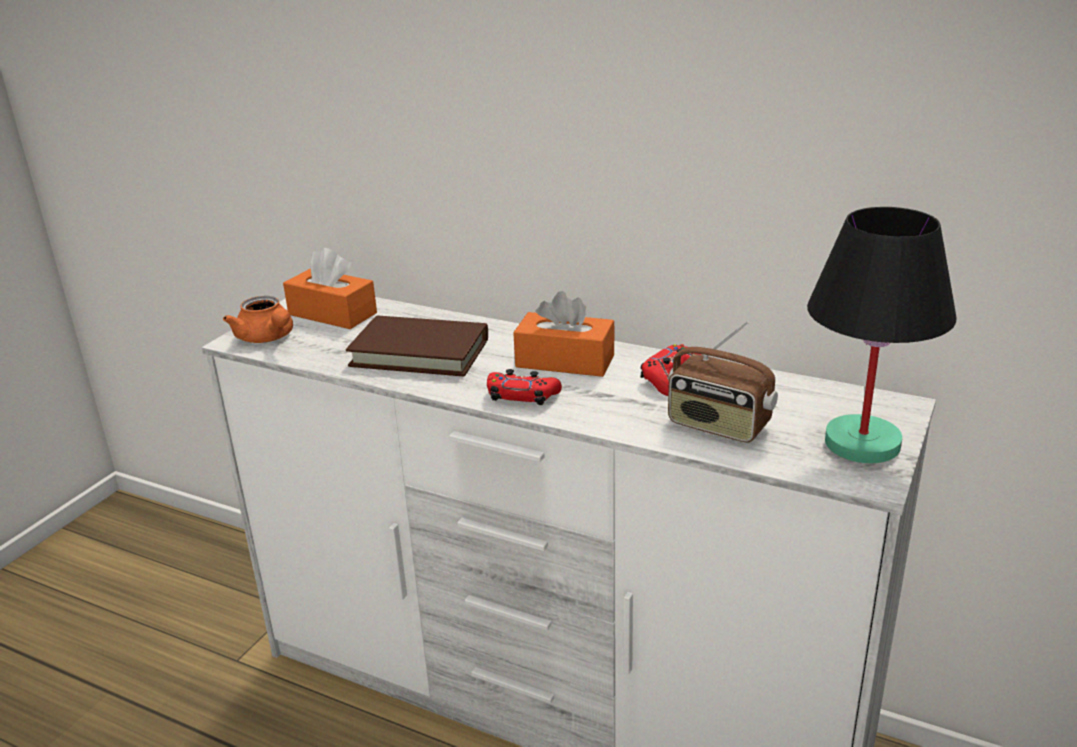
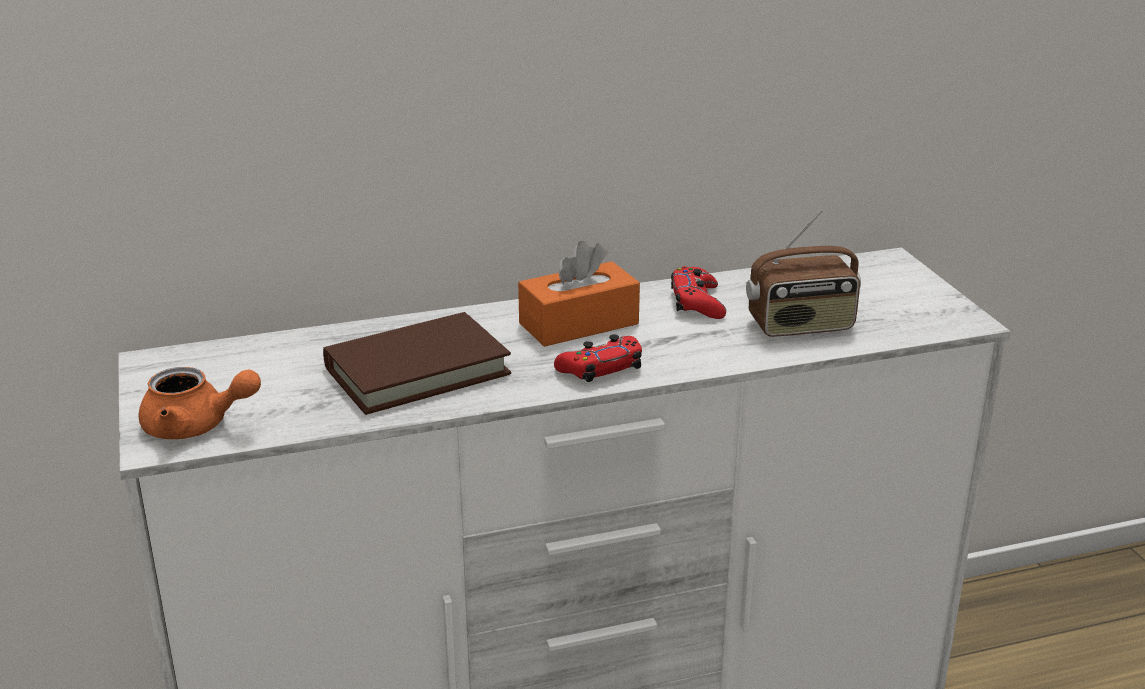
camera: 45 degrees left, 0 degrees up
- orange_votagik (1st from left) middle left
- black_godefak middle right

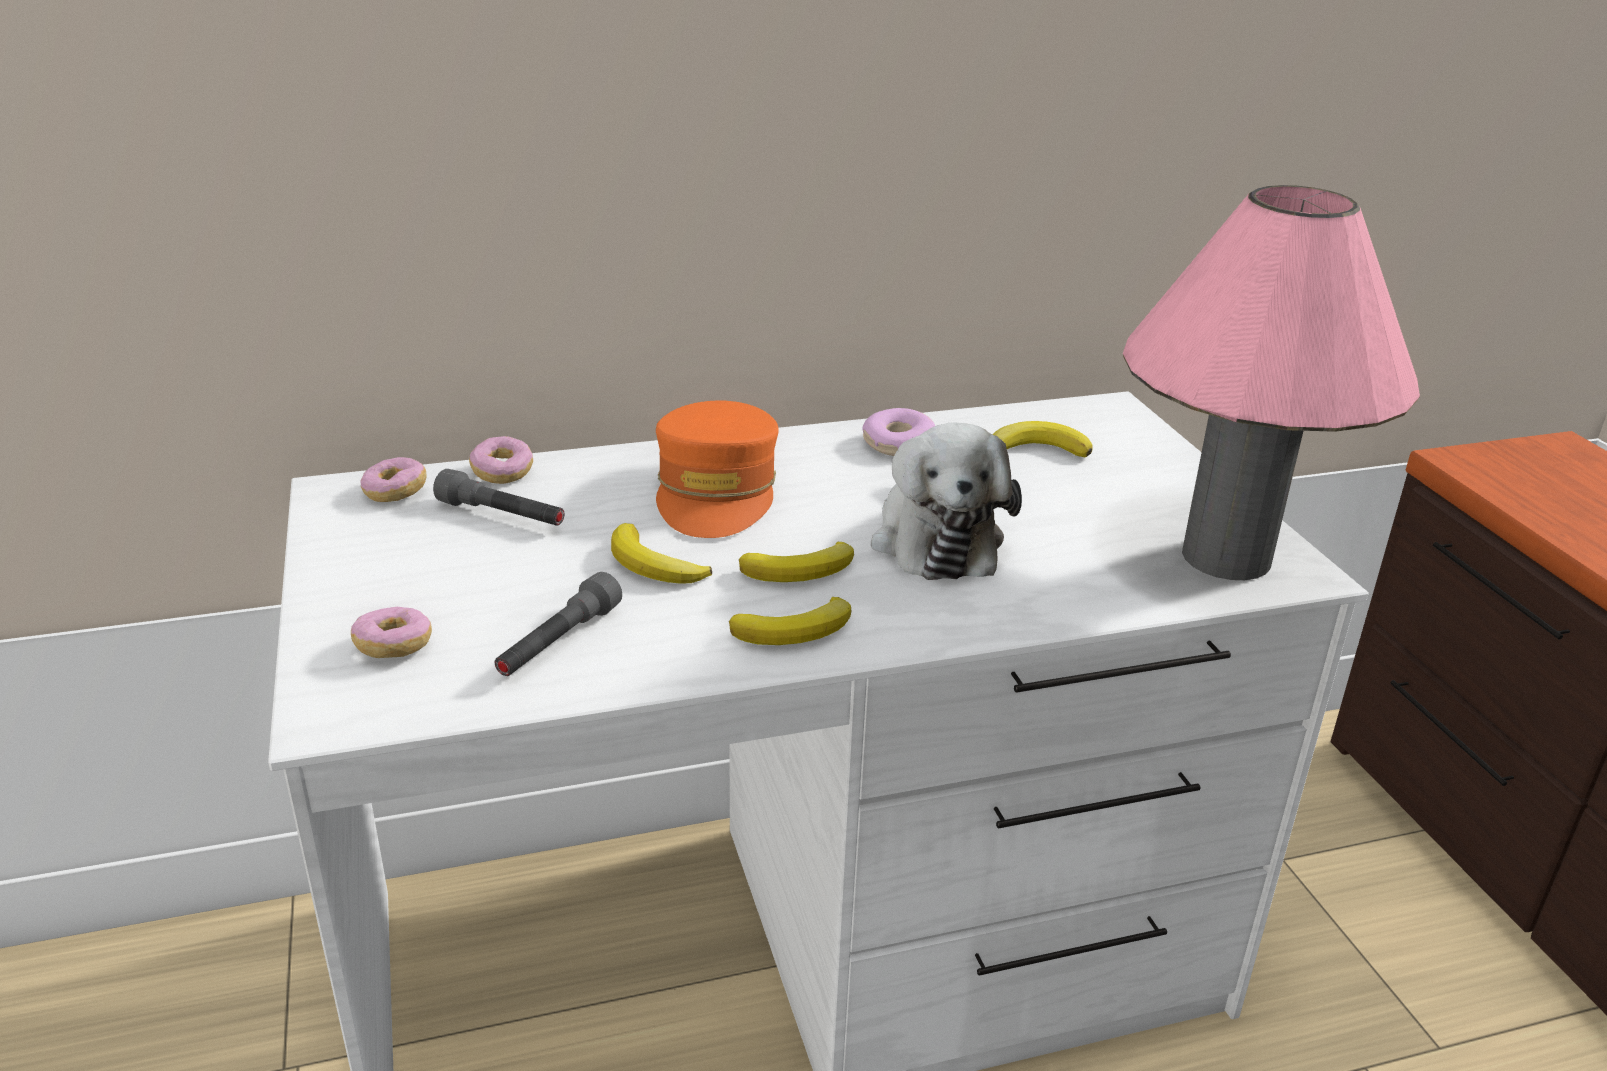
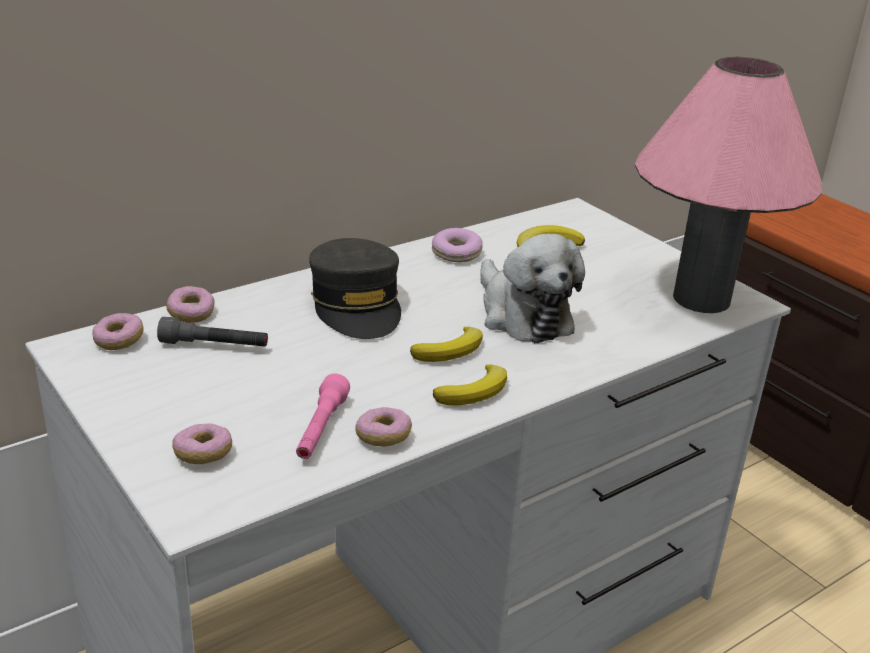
camera: 20 degrees left, 0 degrees up
~ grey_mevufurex (2nd from left) centre to pink_mevufurex centre
~ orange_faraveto centre to grey_faraveto centre
+ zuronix (4th from left) centre
- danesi (1st from left) centre

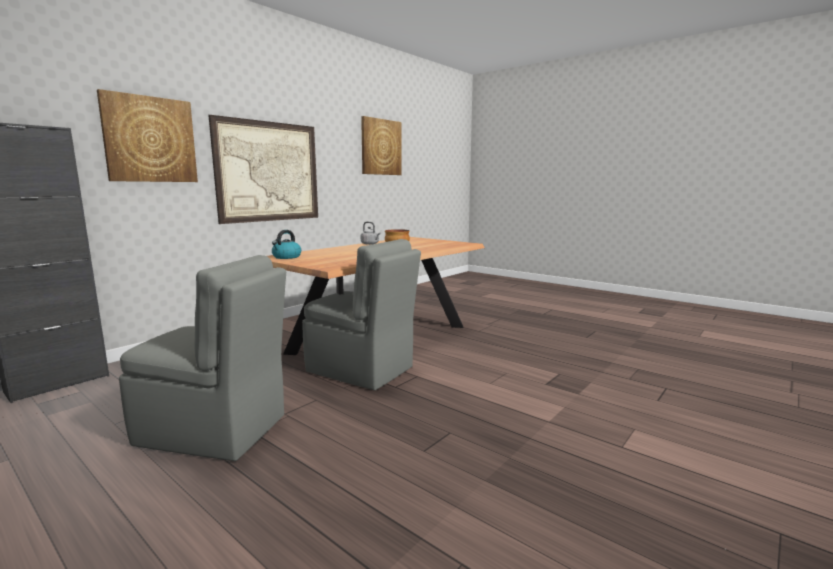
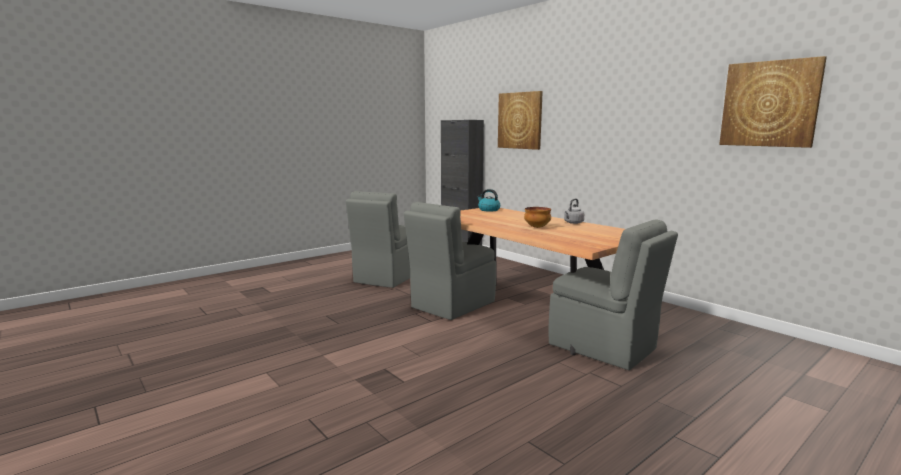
camera: 100 degrees right, 0 degrees up
+ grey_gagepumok (3rd from left) middle right
- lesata (2nd from left) top left

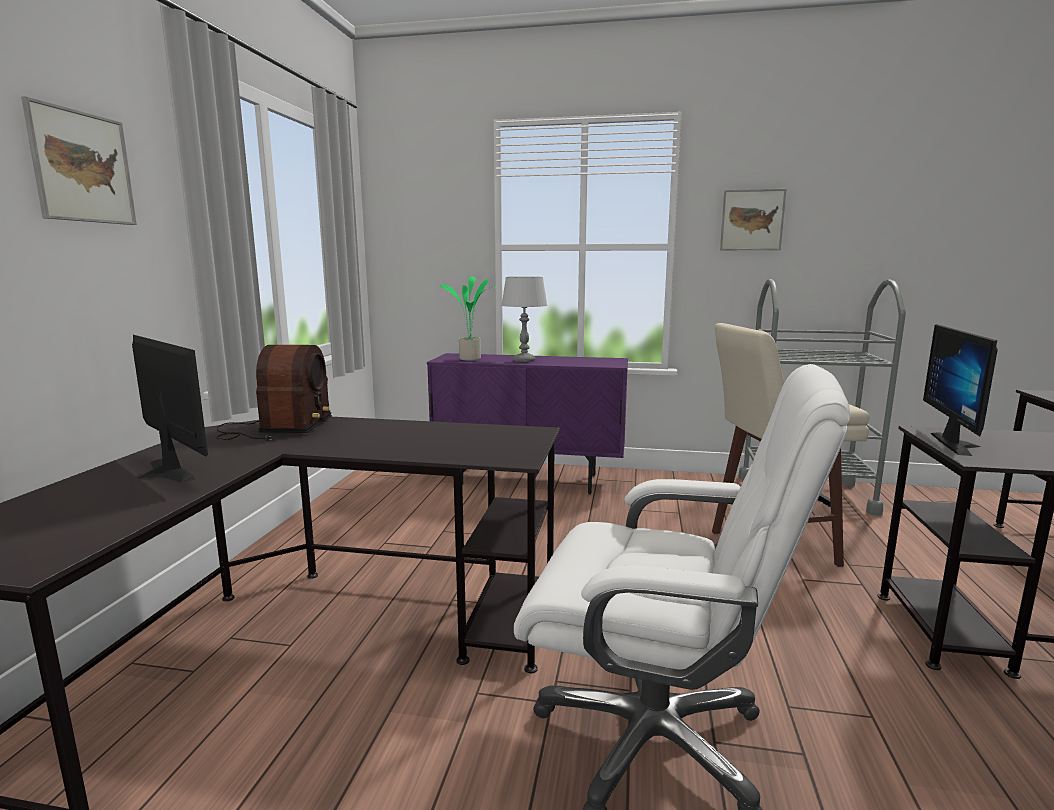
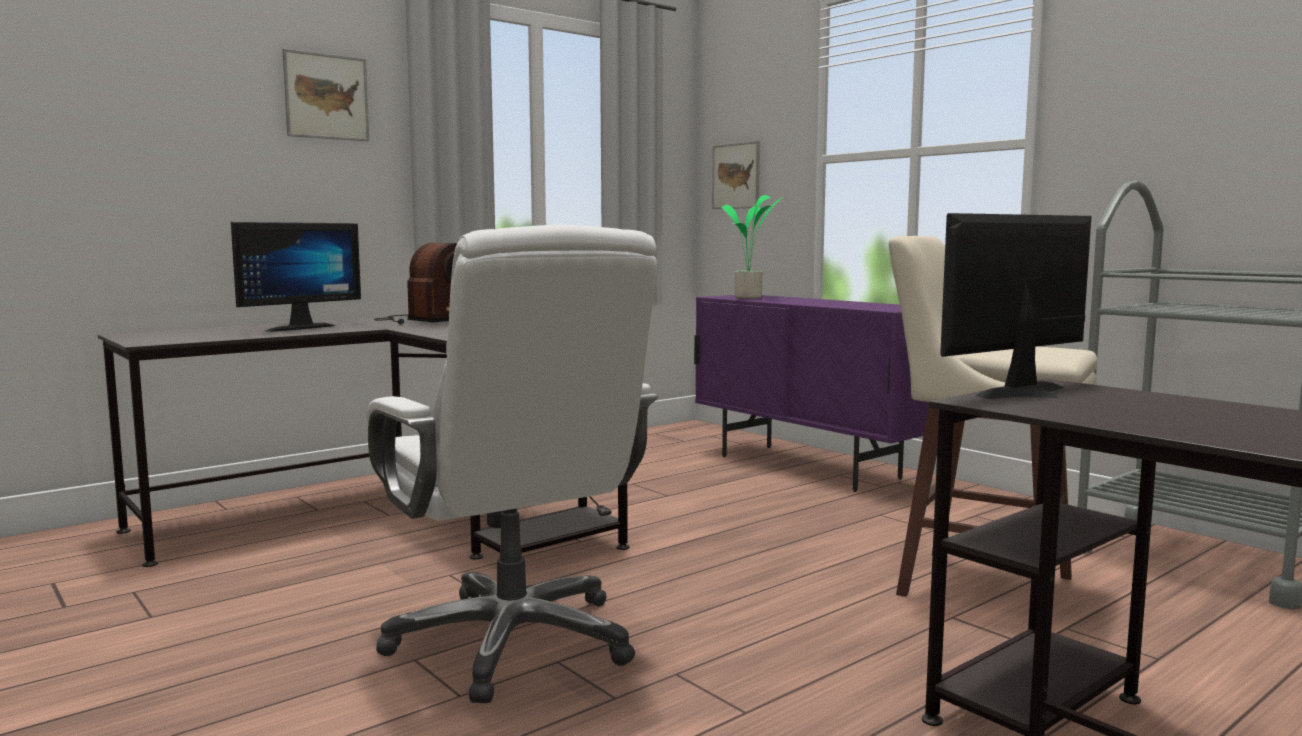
camera: 40 degrees right, 5 degrees down
~ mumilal (1st from left) middle left = middle left 45 degrees clockwise
~ lesata (2nd from left) top right to top centre
- grey_godefak centre

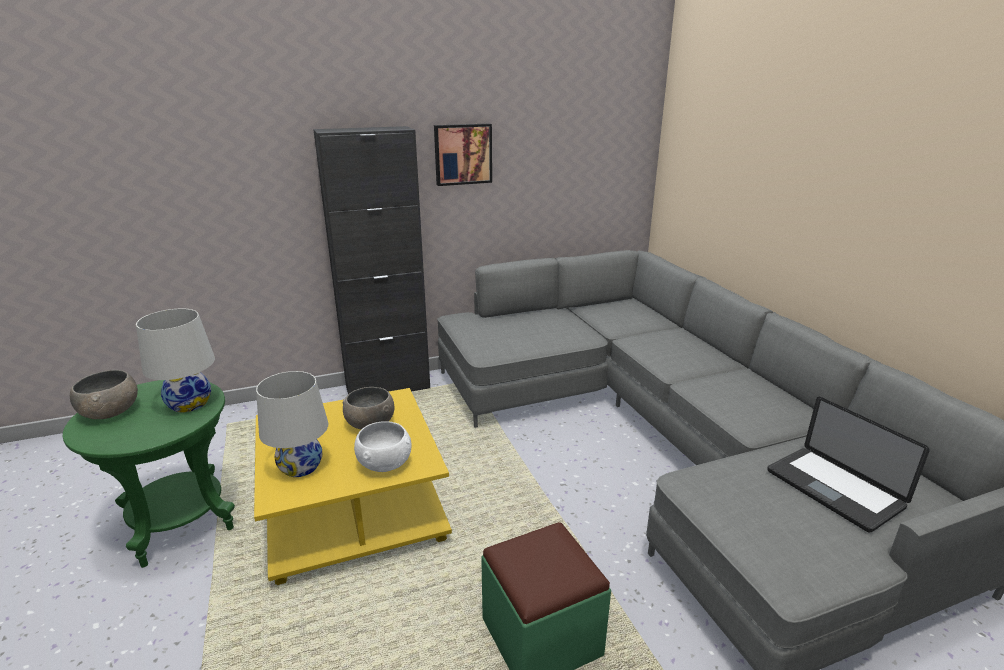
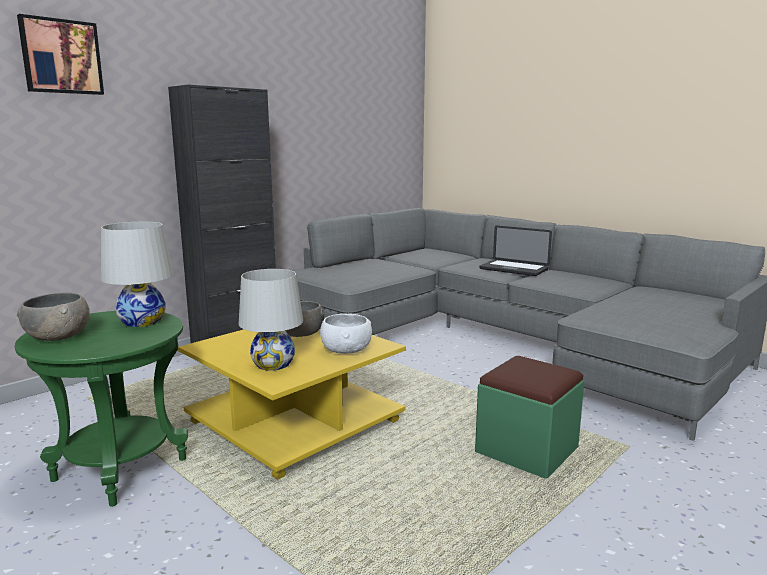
camera: 25 degrees left, 10 degrees down
~ lesata top centre to top left
~ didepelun bottom right to middle right

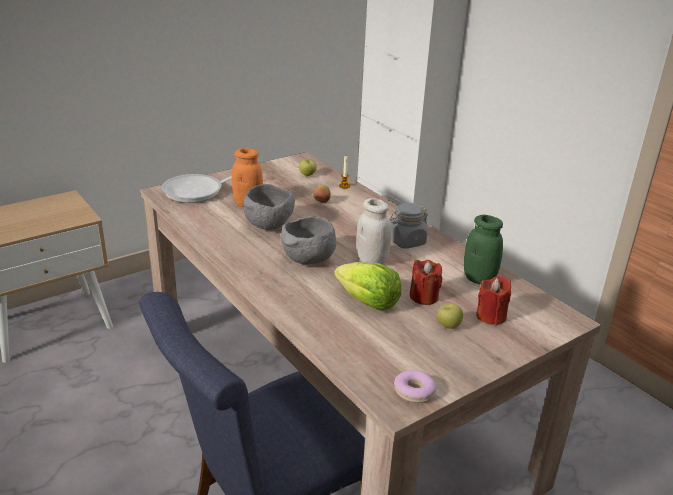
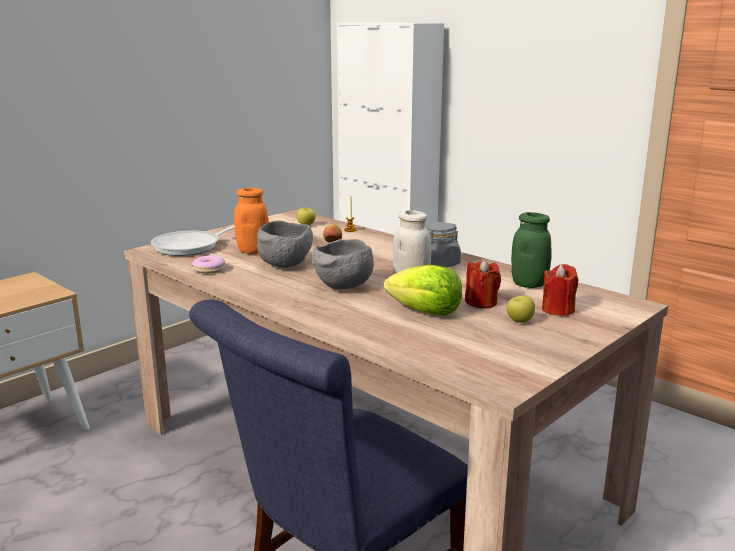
camera: 10 degrees left, 10 degrees down
~ zuronix bottom centre to middle left

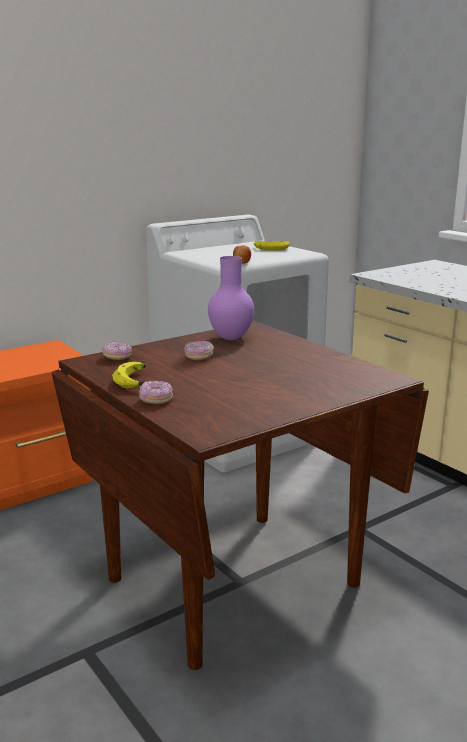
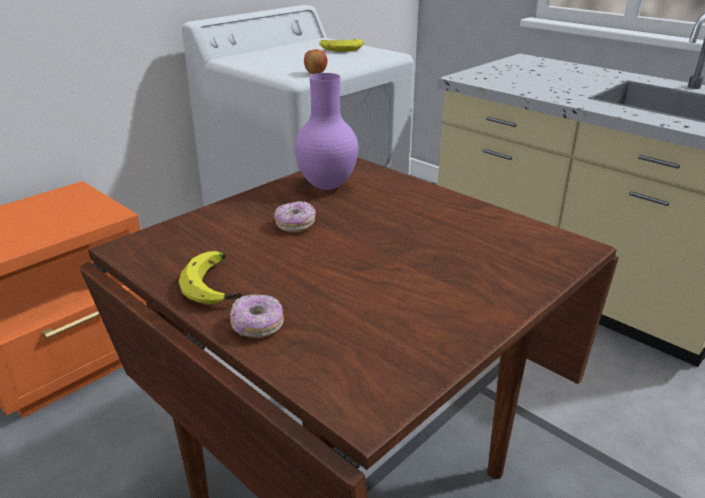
camera: 10 degrees left, 10 degrees up
- zuronix (1st from left) middle left

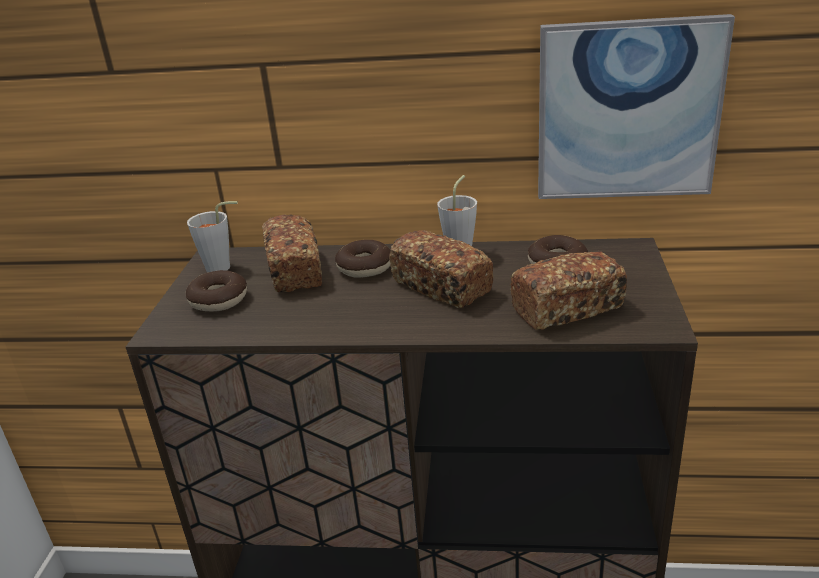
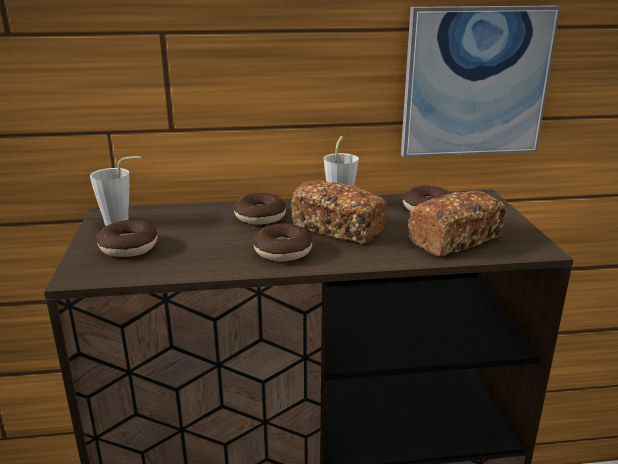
camera: 15 degrees left, 5 degrees down
+ zuronix (3rd from left) centre
- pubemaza (1st from left) centre

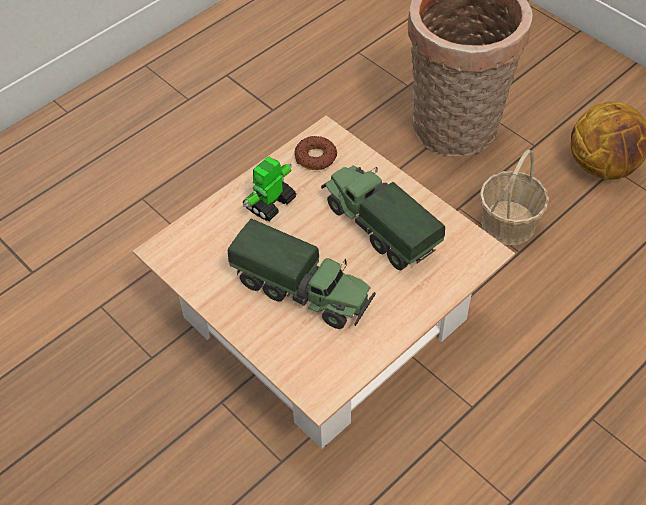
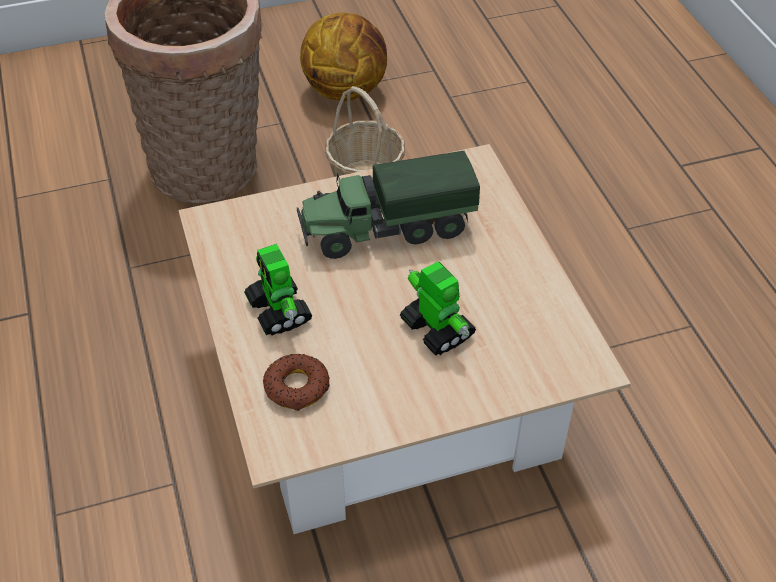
camera: 65 degrees left, 5 degrees down
~ zuronix top centre to centre
~ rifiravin (1st from left) centre to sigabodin (2nd from left) centre

